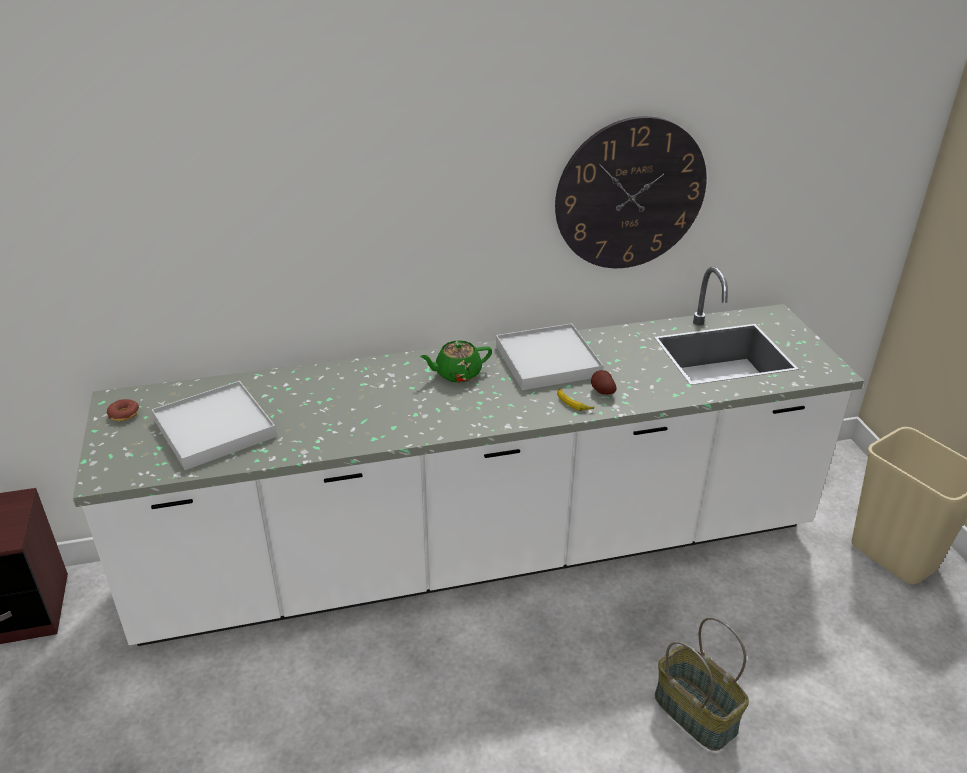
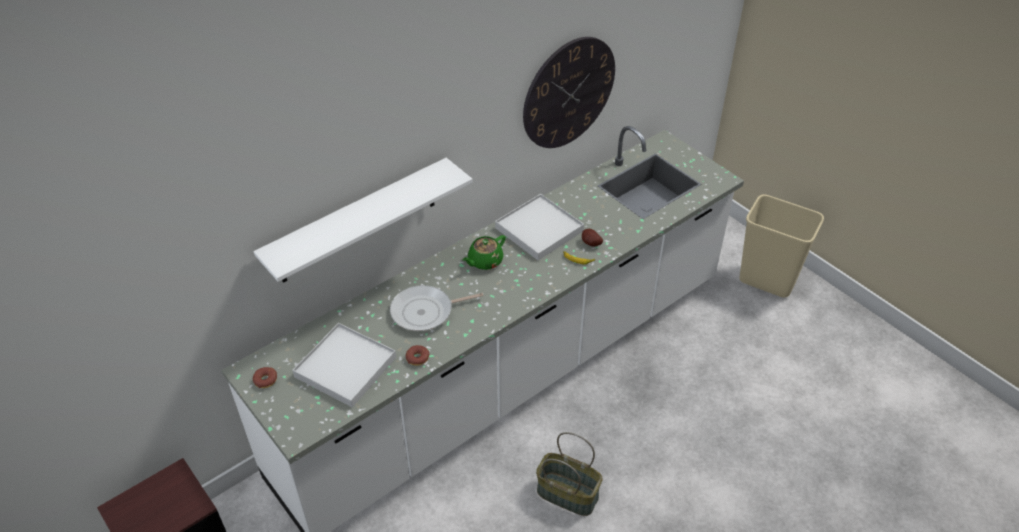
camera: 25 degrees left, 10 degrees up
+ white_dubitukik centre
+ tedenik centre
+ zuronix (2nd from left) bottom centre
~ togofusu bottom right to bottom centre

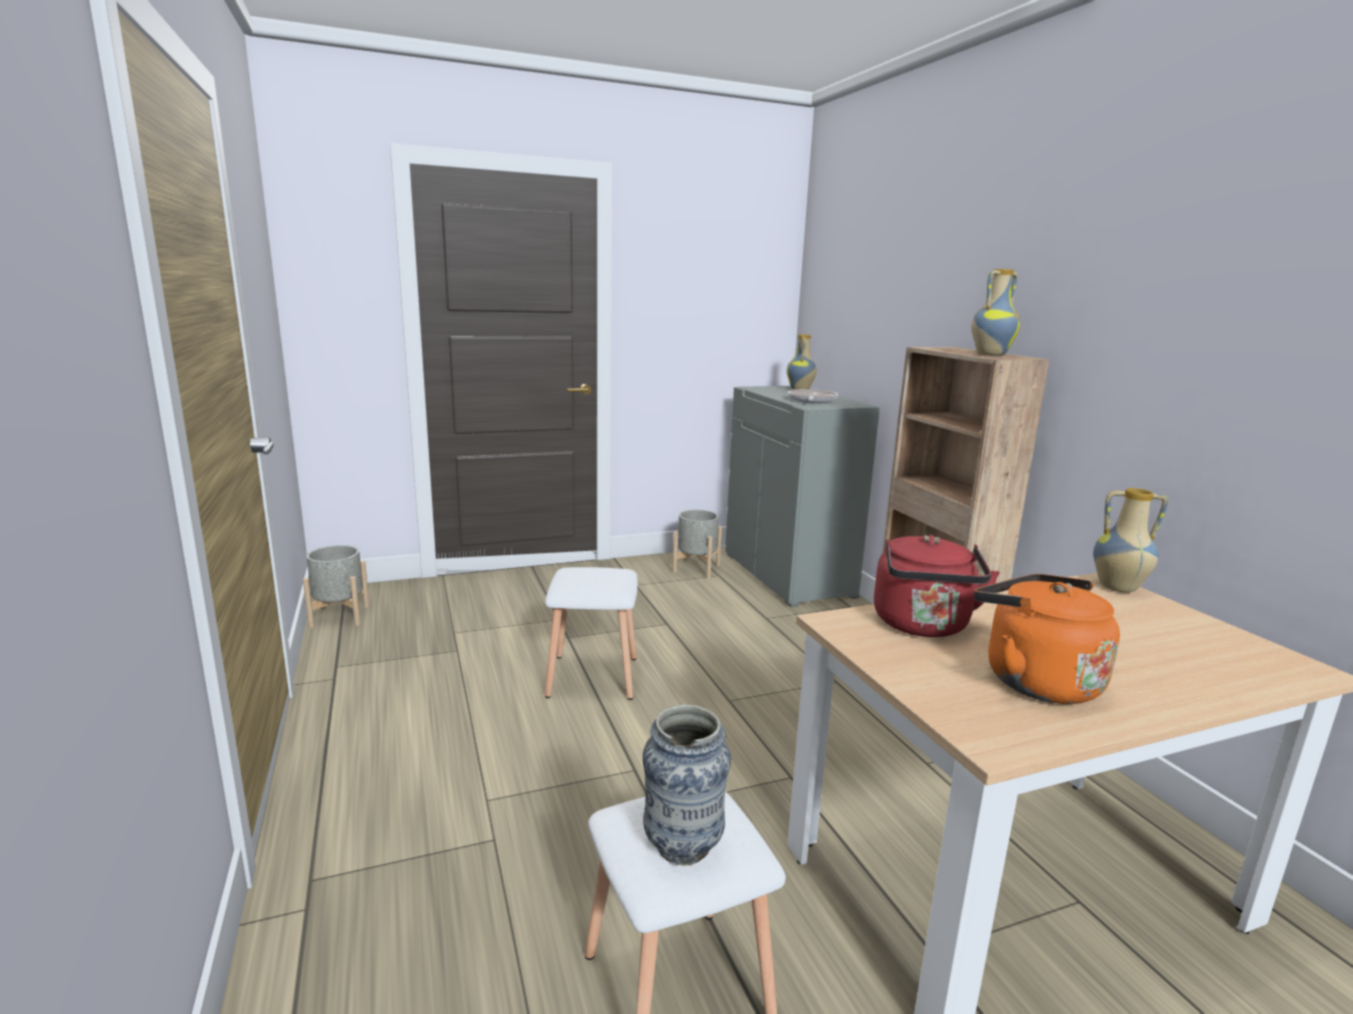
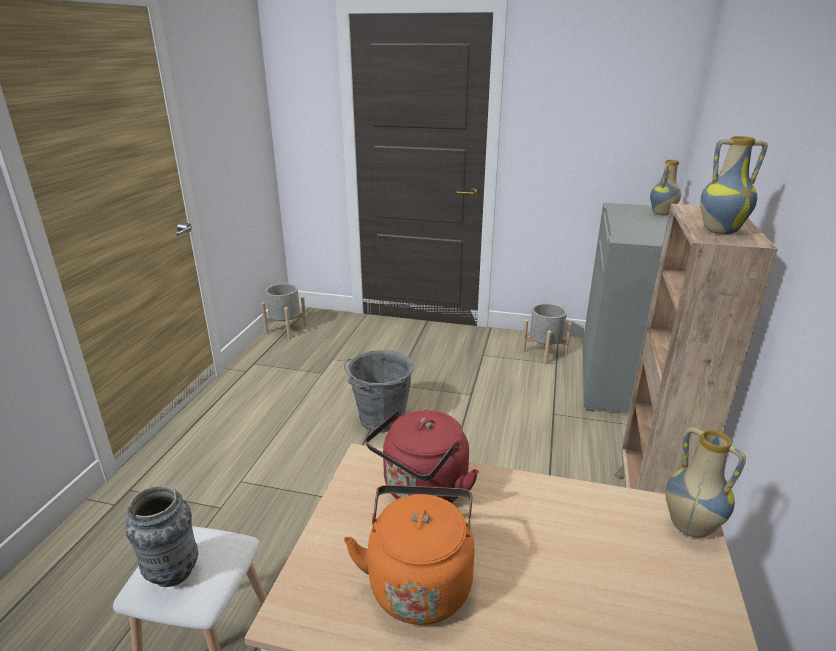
camera: 35 degrees right, 10 degrees up
~ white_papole (1st from left) centre to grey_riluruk centre
- tedenik centre

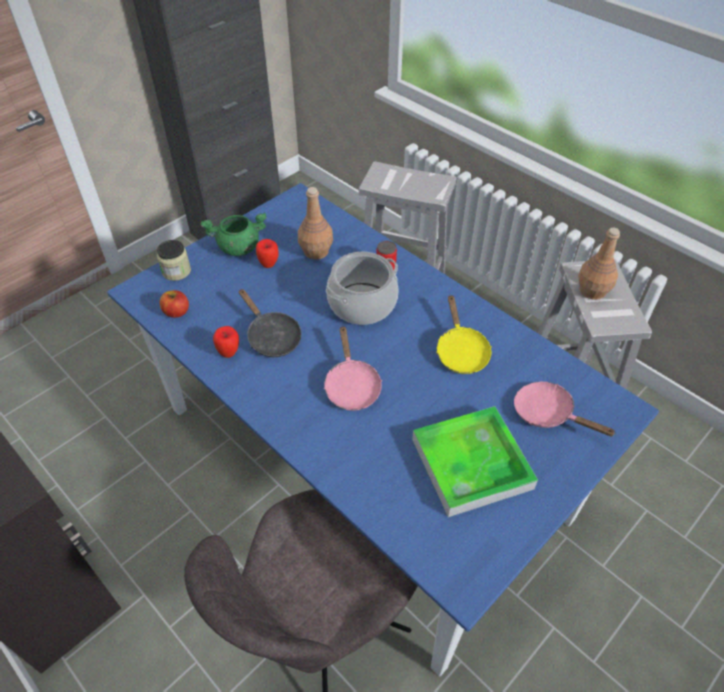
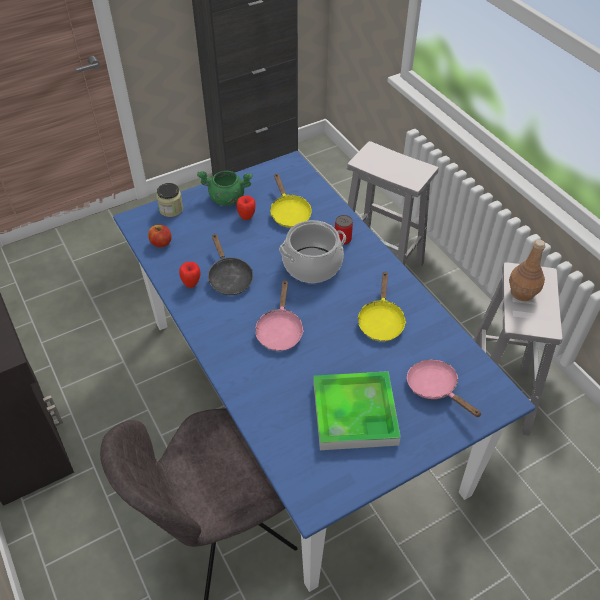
camera: 15 degrees right, 0 degrees up
~ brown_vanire (1st from left) top centre to yellow_tedenik (1st from left) centre

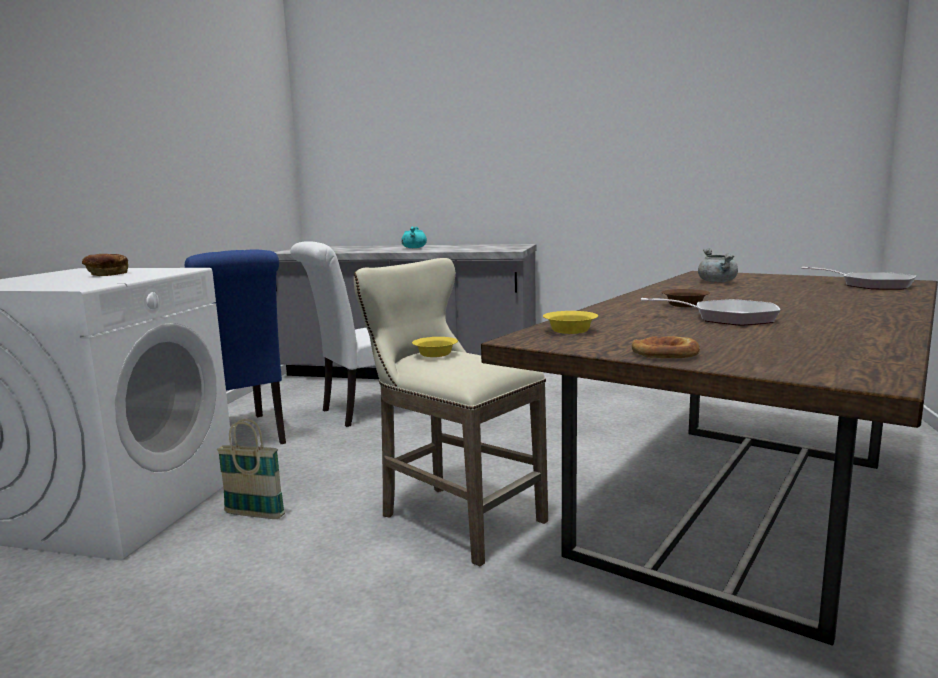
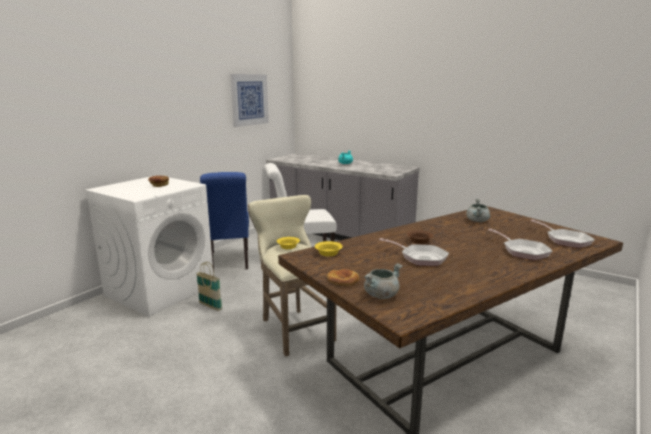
camera: 20 degrees right, 5 degrees up
+ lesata top centre
+ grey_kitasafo (1st from left) centre
+ tedenik (2nd from left) middle right

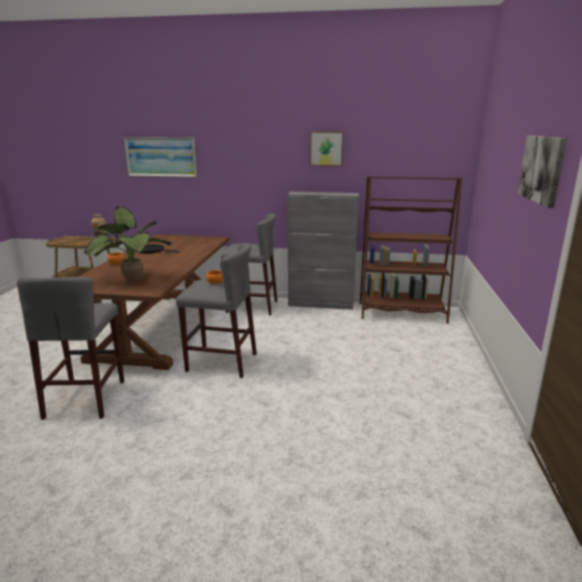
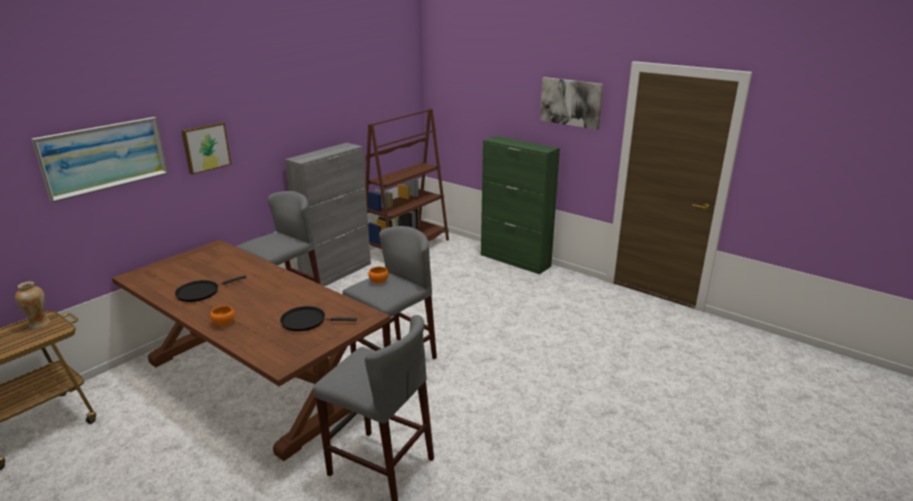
camera: 60 degrees left, 5 degrees up
~ lesata (2nd from left) top centre to top left
~ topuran middle left to black_tedenik (2nd from left) centre
+ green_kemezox centre

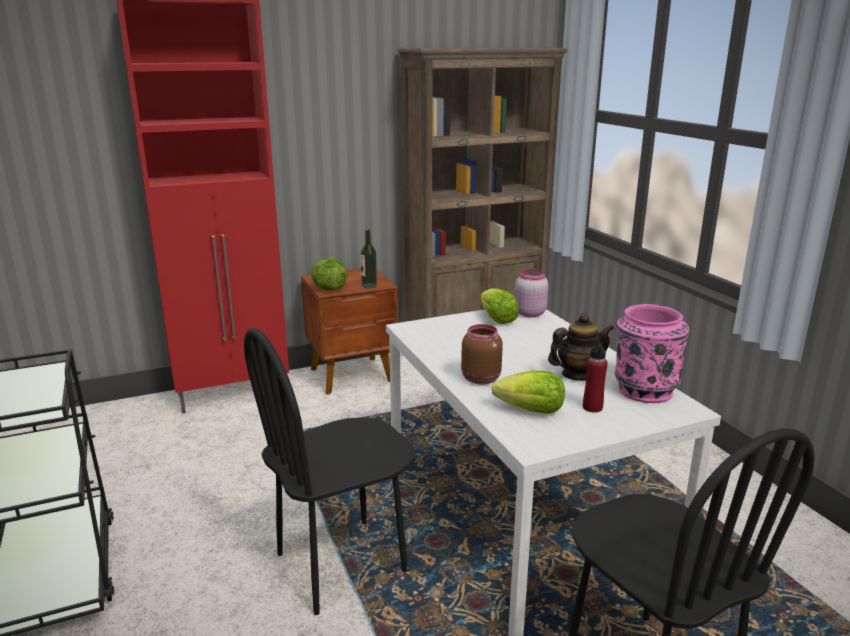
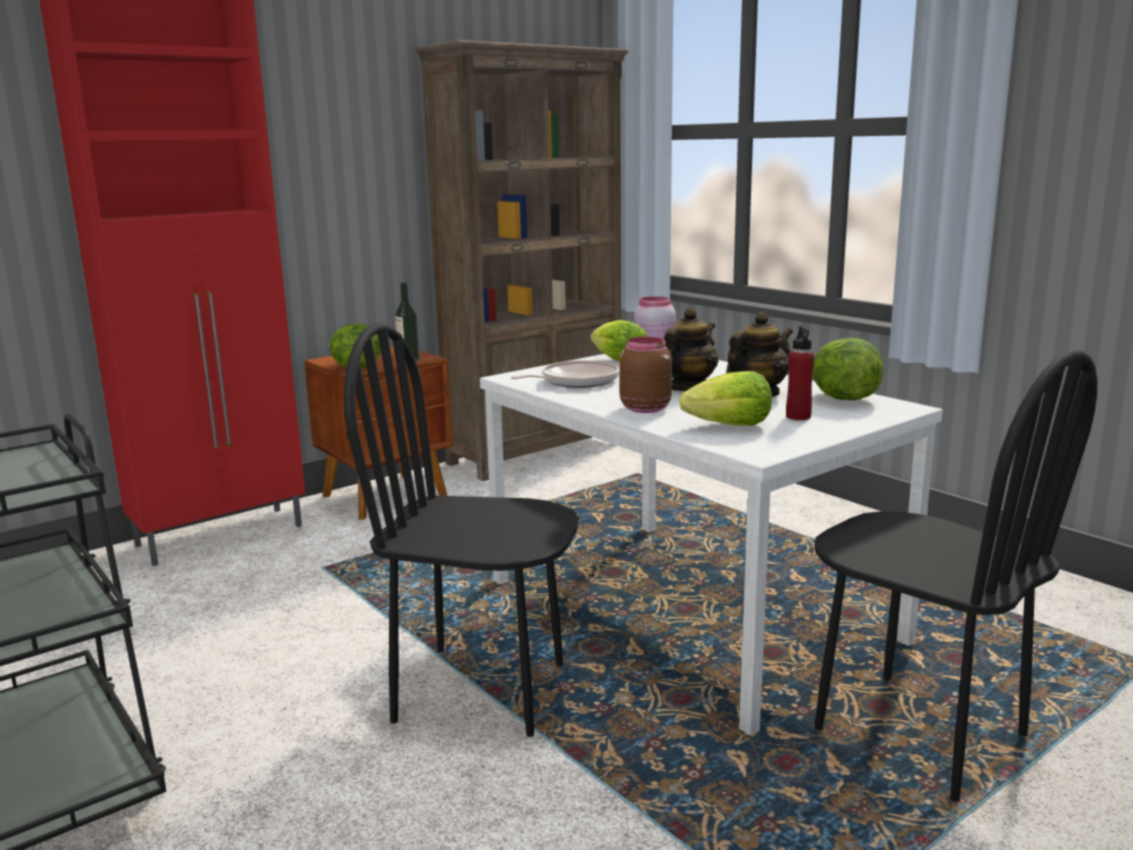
camera: 15 degrees left, 5 degrees down
~ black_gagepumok (1st from left) bottom centre = centre 60 degrees clockwise
+ tedenik centre
+ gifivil (1st from left) centre
~ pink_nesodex middle right to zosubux (4th from left) middle right

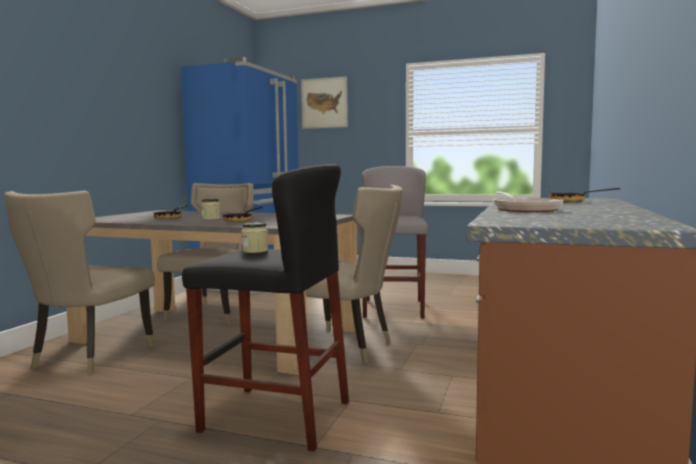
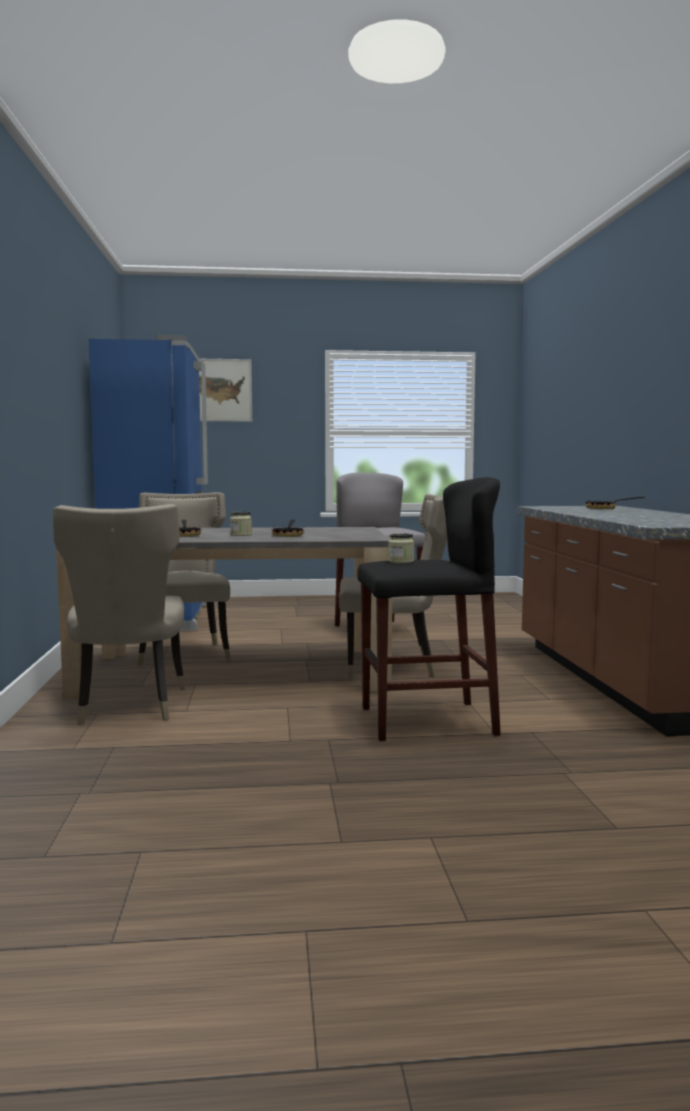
camera: 25 degrees left, 0 degrees up
- tedenik (3rd from left) middle right

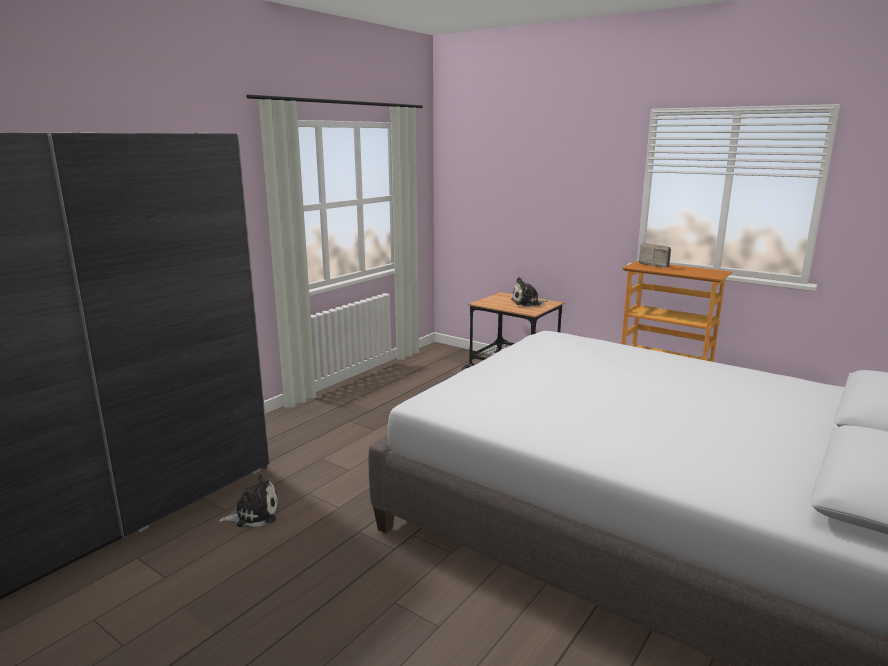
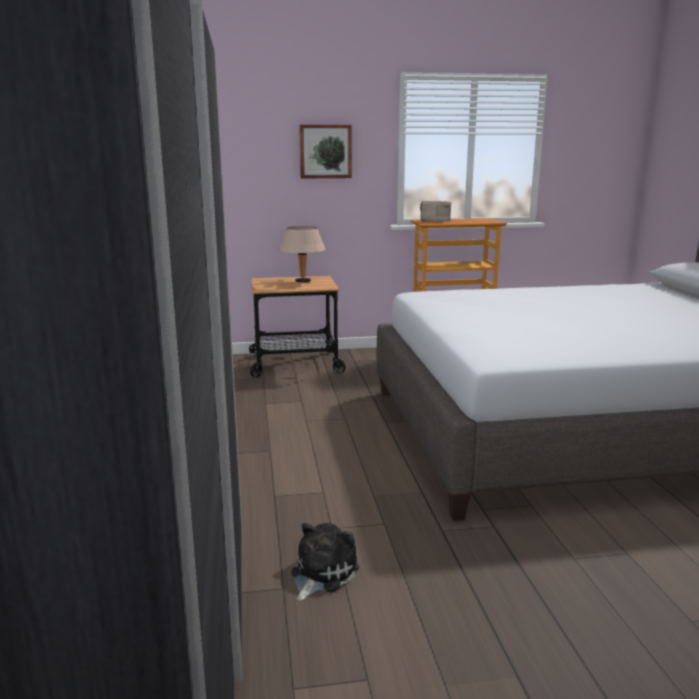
camera: 45 degrees left, 0 degrees up
~ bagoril (2nd from left) centre to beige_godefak centre
+ lesata top centre

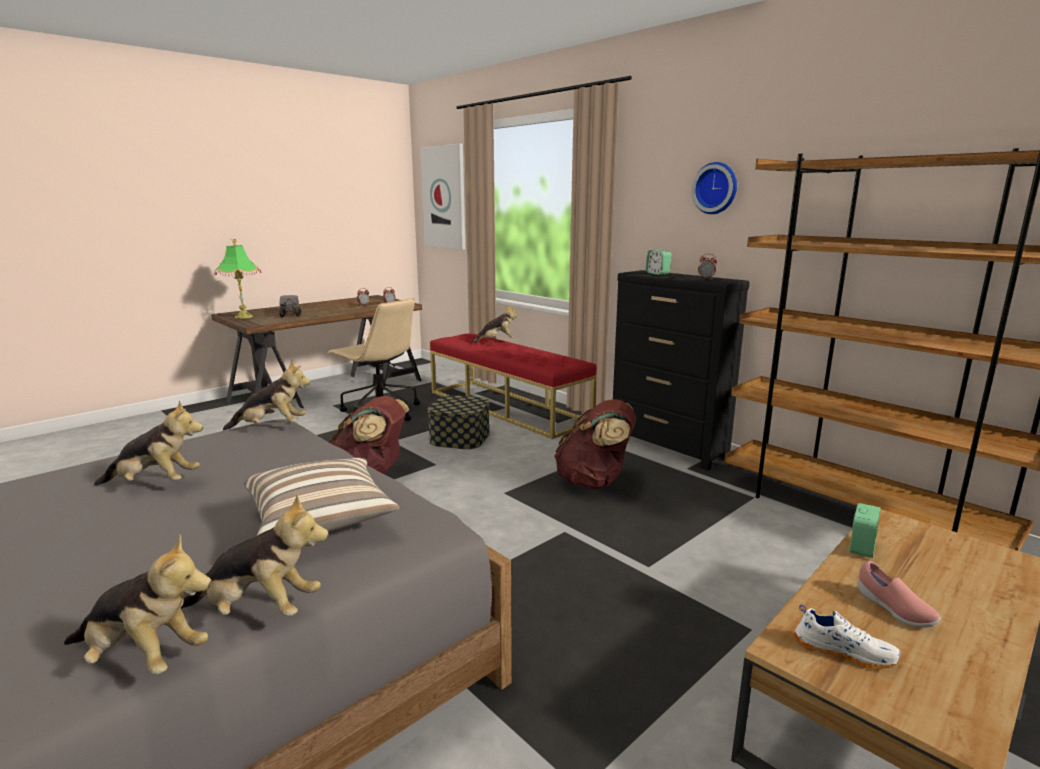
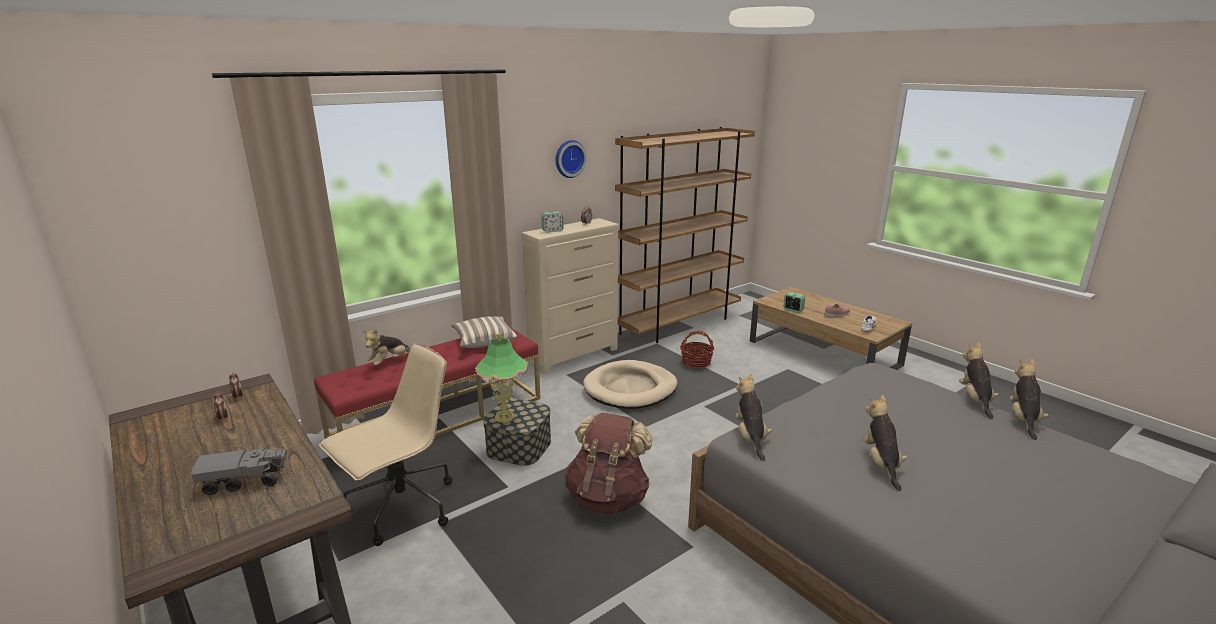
camera: 85 degrees left, 5 degrees up
~ bagoril (5th from left in the first image) centre = middle left 135 degrees counterclockwise
~ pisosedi middle left to centre
~ godefak middle left to centre
~ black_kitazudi centre to beige_kitazudi centre
~ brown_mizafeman (2nd from left) centre to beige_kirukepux centre
+ togofusu centre
- lesata top centre

